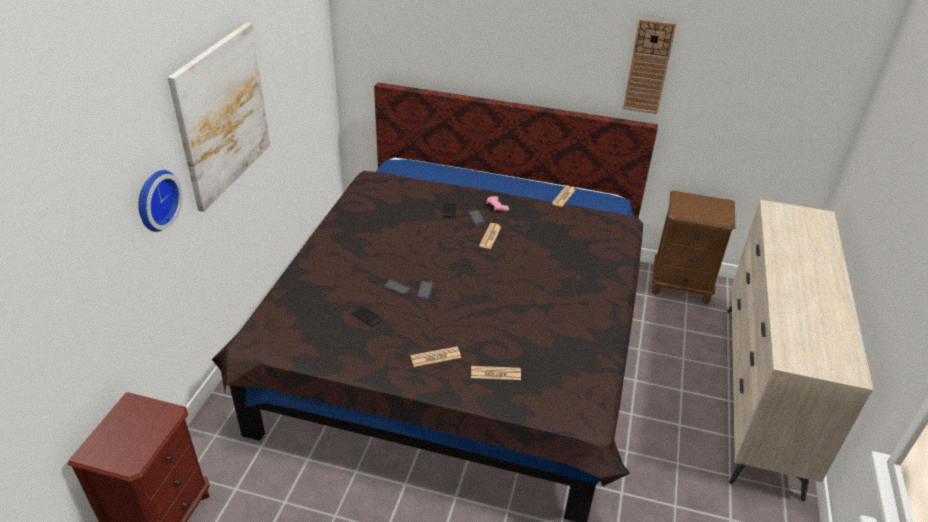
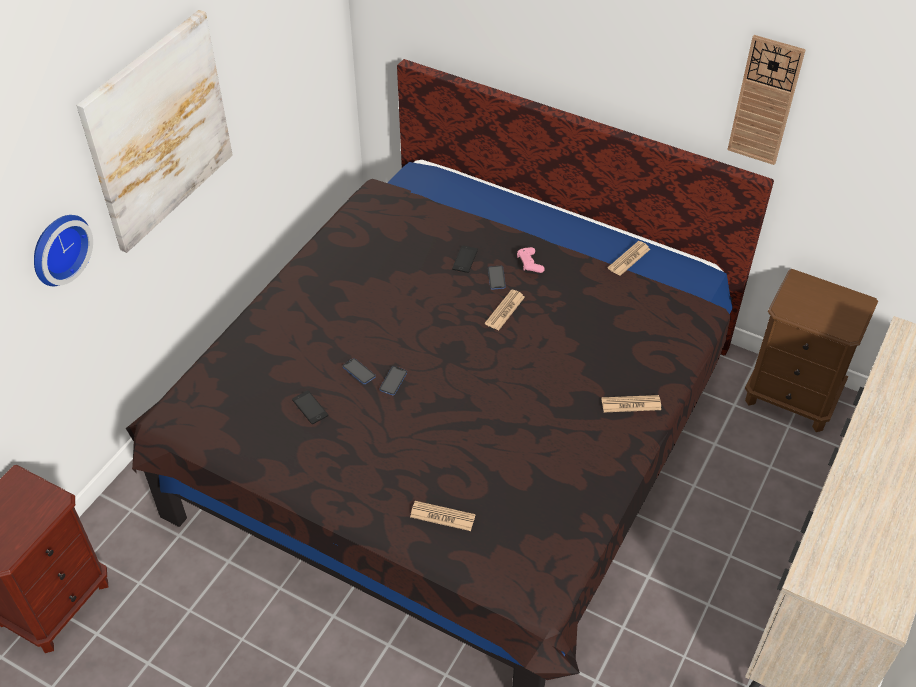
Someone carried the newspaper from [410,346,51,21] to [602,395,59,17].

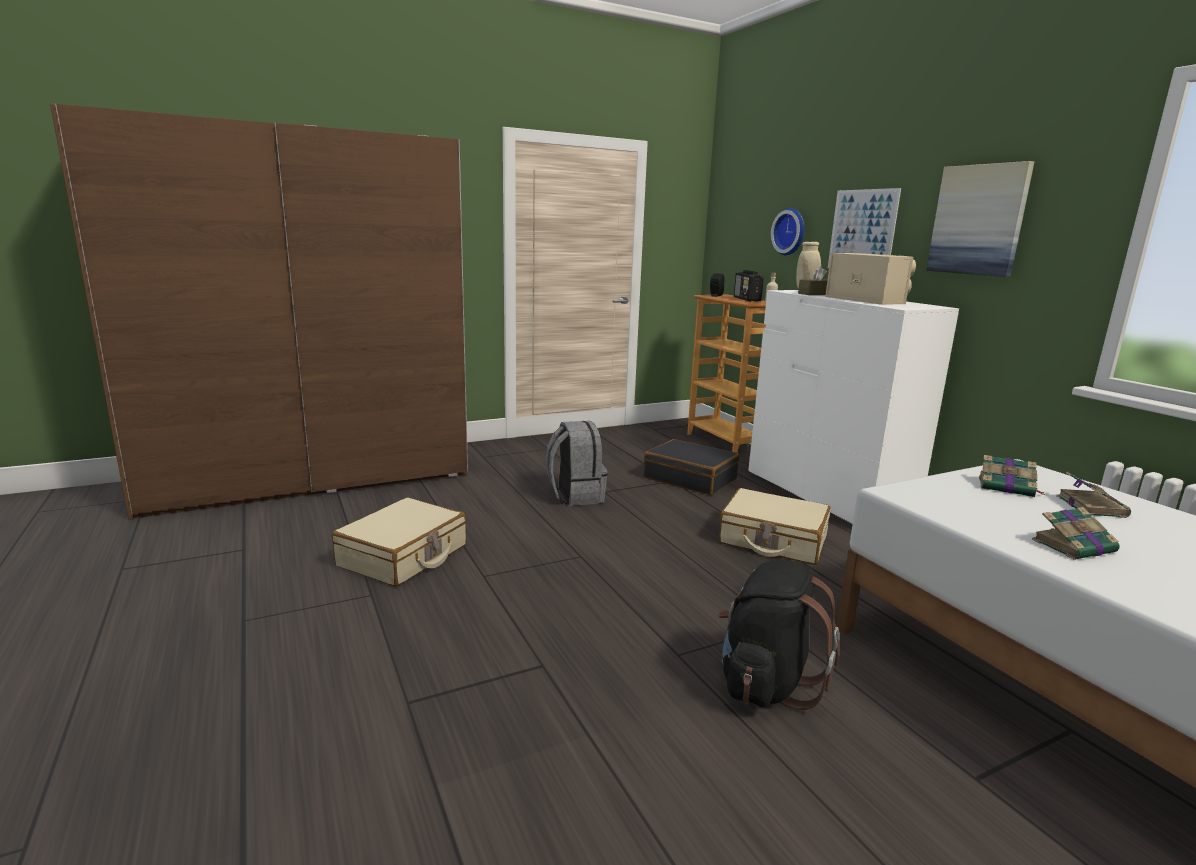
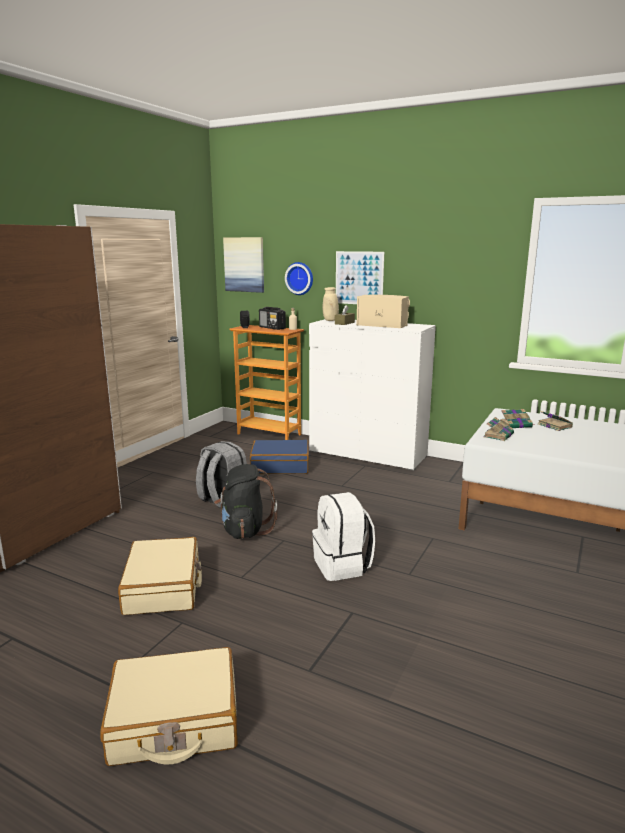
Someone put down the white backpack at [312,492,63,89]. Someone carried the black backpack from [718,560,122,150] to [214,464,63,75]. Someone carried the beige suitcase from [719,488,112,77] to [100,647,138,119]. Someone carried the picture from [926,161,108,116] to [223,237,41,56]. Someone carried the book from [1032,507,88,53] to [483,417,31,24]. Someone repainted the black suitcase at [643,439,97,56], which became the blue suitcase at [250,440,59,34].

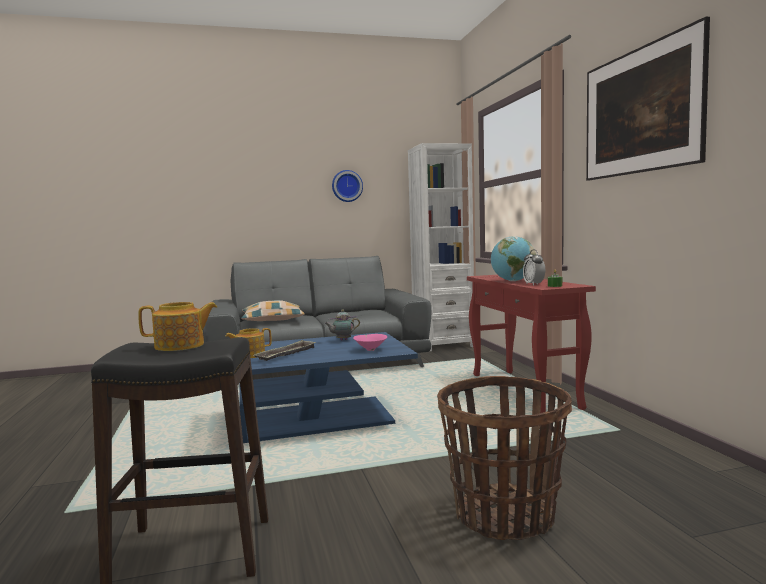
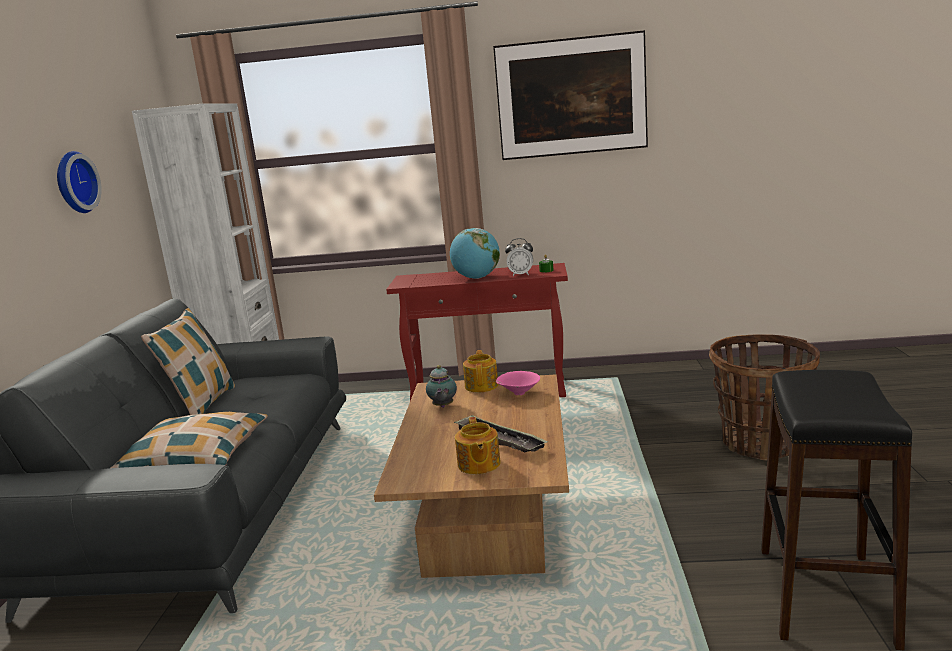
Someone put down the pillow at [141,308,94,107]. Someone carried the teapot from [138,302,79,49] to [463,350,35,43]. Someone repainted the blue coffee table at [240,332,178,111], which became the brown coffee table at [374,374,195,204].

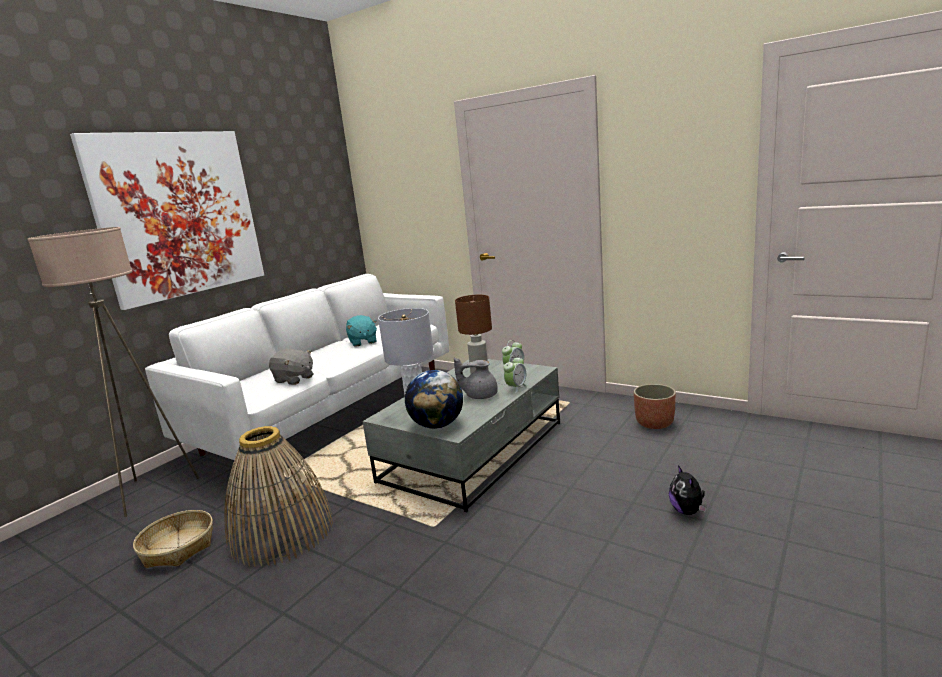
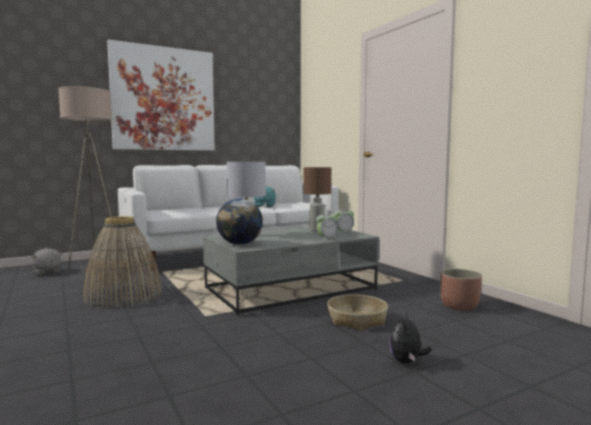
Someone took away the grey teapot at [454,358,44,41]. Someone carried the basket from [133,510,80,58] to [327,294,61,36]. Someone carried the grey plush toy from [269,349,44,36] to [31,248,32,27].

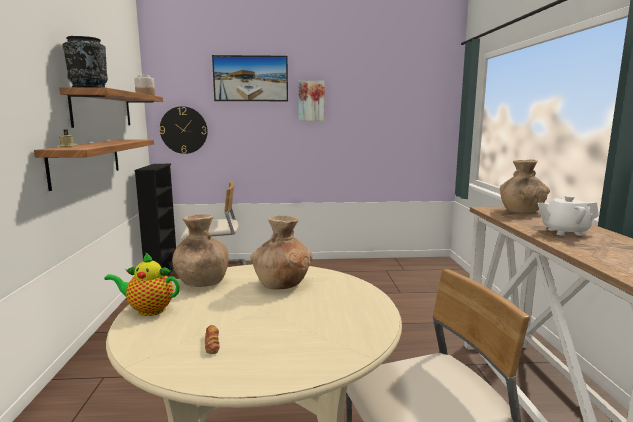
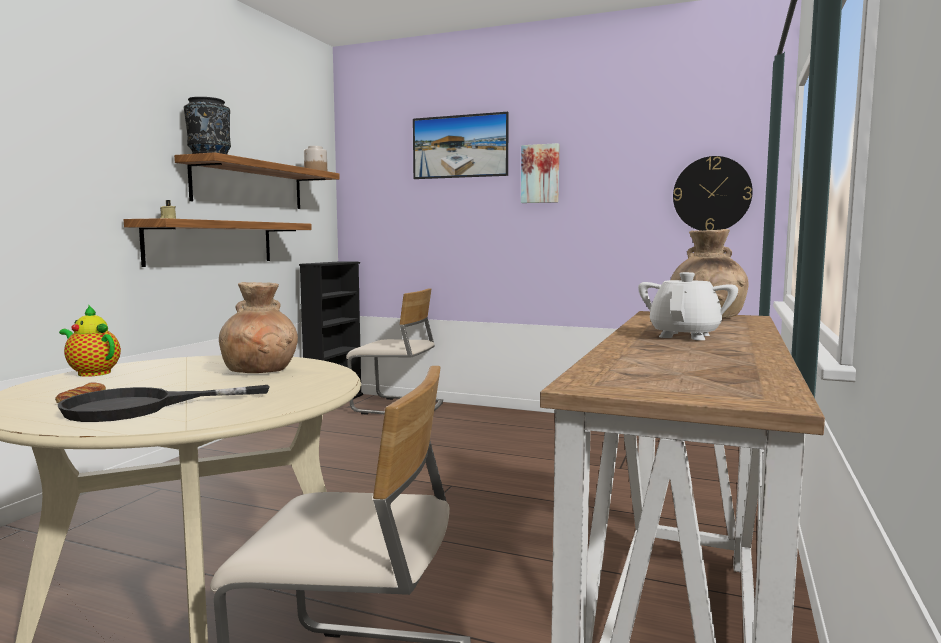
Someone took away the brown vase at [172,214,57,73]. Someone put down the black frying pan at [58,385,212,37]. Someone carried the wall clock from [160,106,48,48] to [673,156,80,75]. Someone rotated the white teapot at [537,195,62,41] by 90 degrees clockwise.

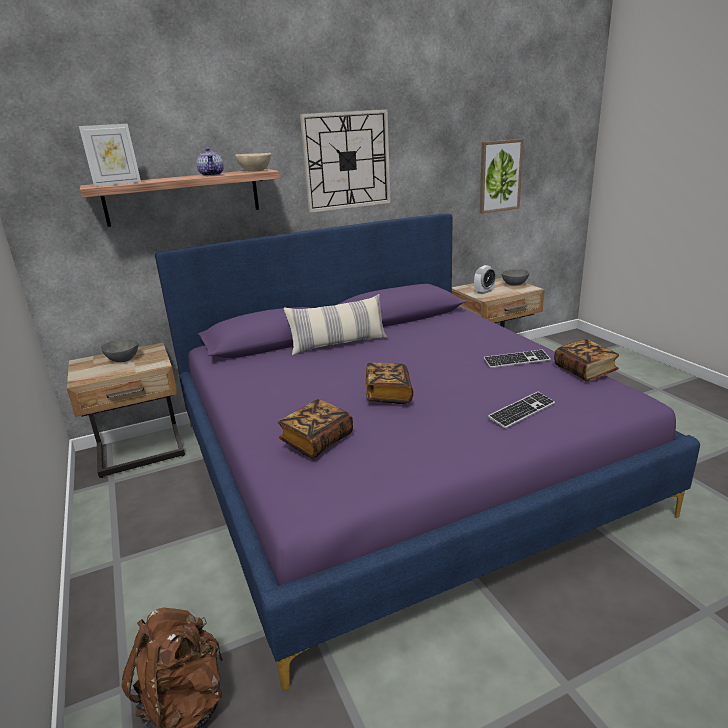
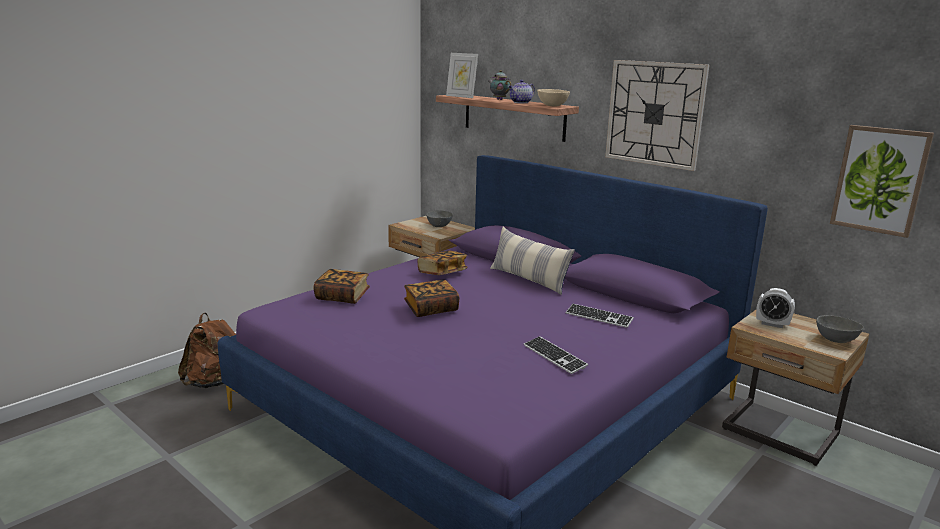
Someone put down the teapot at [488,70,24,30]. Someone carried the keyboard from [488,392,67,37] to [566,304,68,24]. Someone carried the book from [554,339,65,43] to [417,250,51,25].

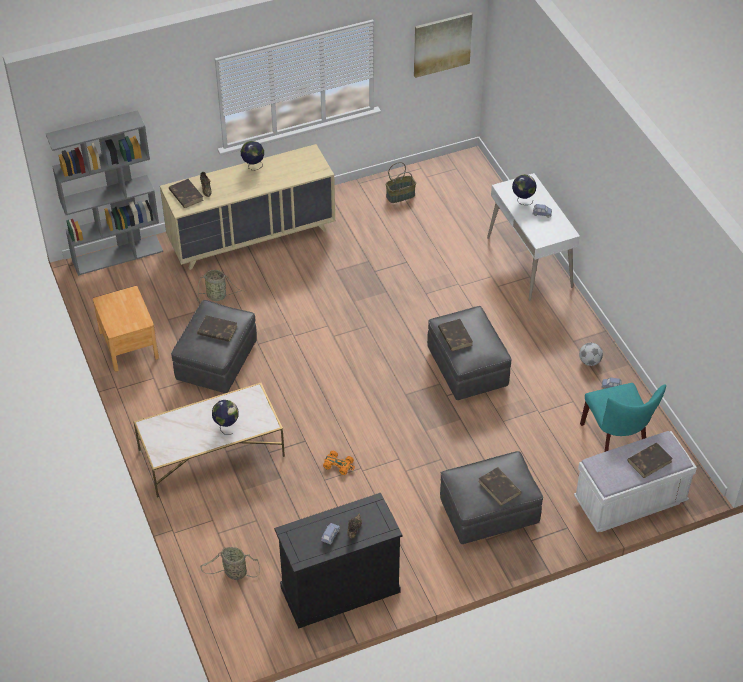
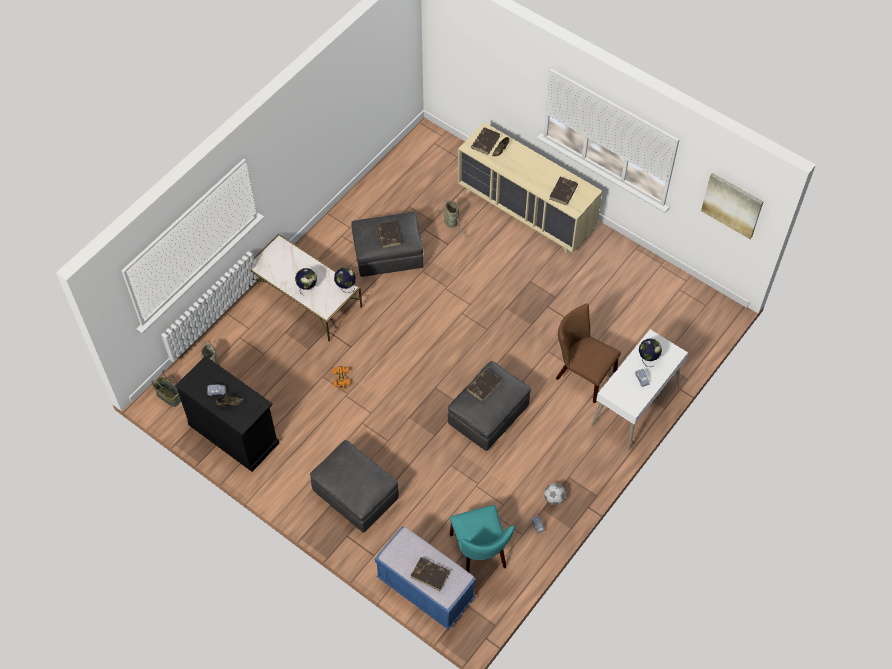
Someone took away the grey bookcase at [46,110,117,166]. Someone took away the brown nightstand at [93,286,66,85]. Someone put down the brown chair at [556,303,65,100]. Someone carried the globe from [241,141,23,29] to [334,267,22,26]. Someone carried the basket from [386,162,30,41] to [152,370,29,37]. Someone carried the brown book from [479,467,43,39] to [550,177,28,28]. Someone repainted the white bench at [574,431,123,101], which became the blue bench at [375,526,101,104]. Someone rotated the turquoise chair at [580,383,86,69] by 60 degrees counterclockwise.

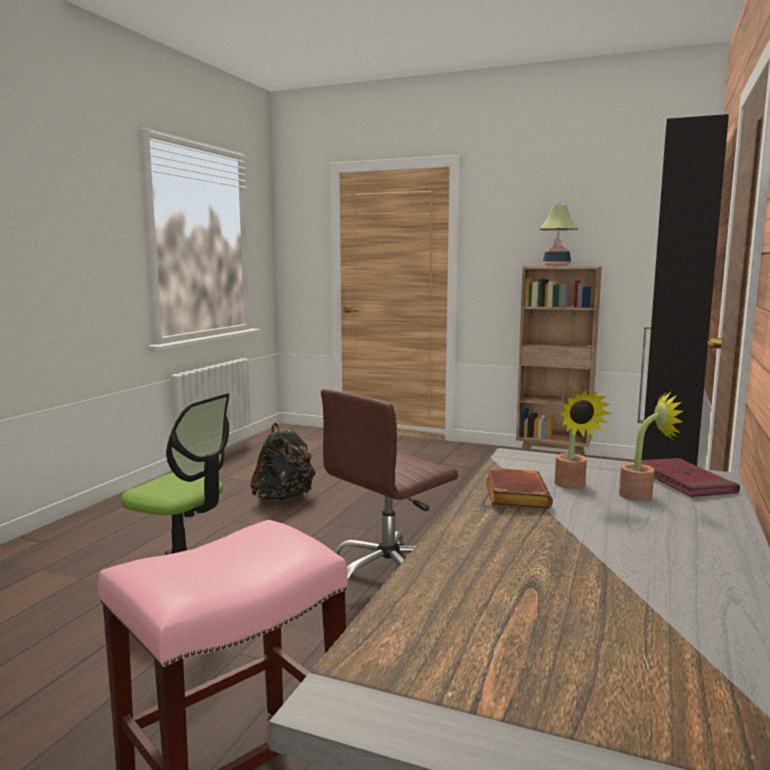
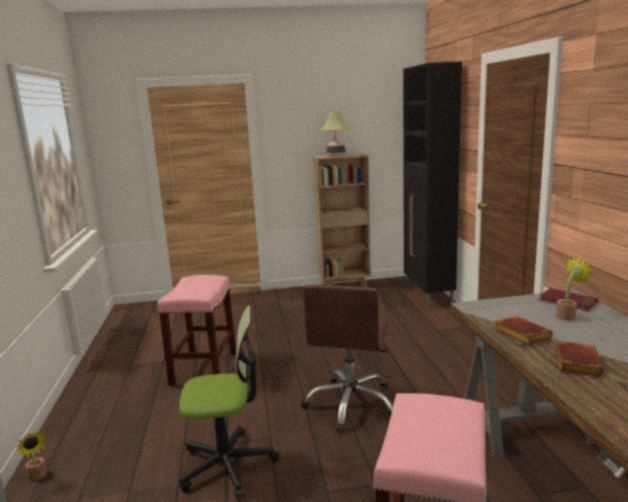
Someone put down the brown book at [555,340,49,37]. Someone carried the potted plant from [554,390,58,99] to [16,432,32,49]. Someone swapped the black backpack at [250,423,66,78] for the pink stool at [157,275,79,112].

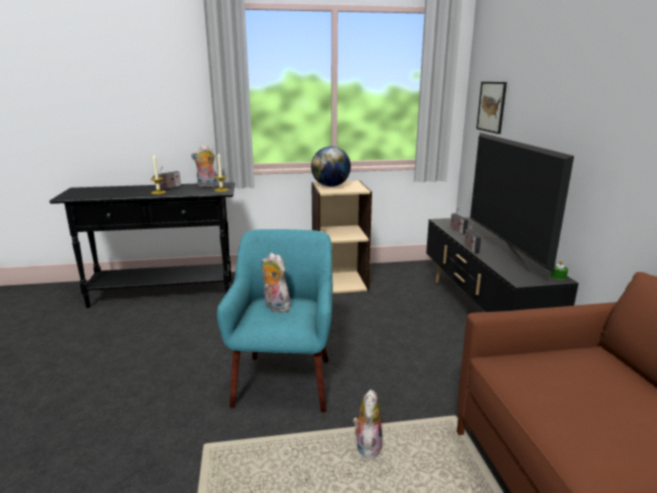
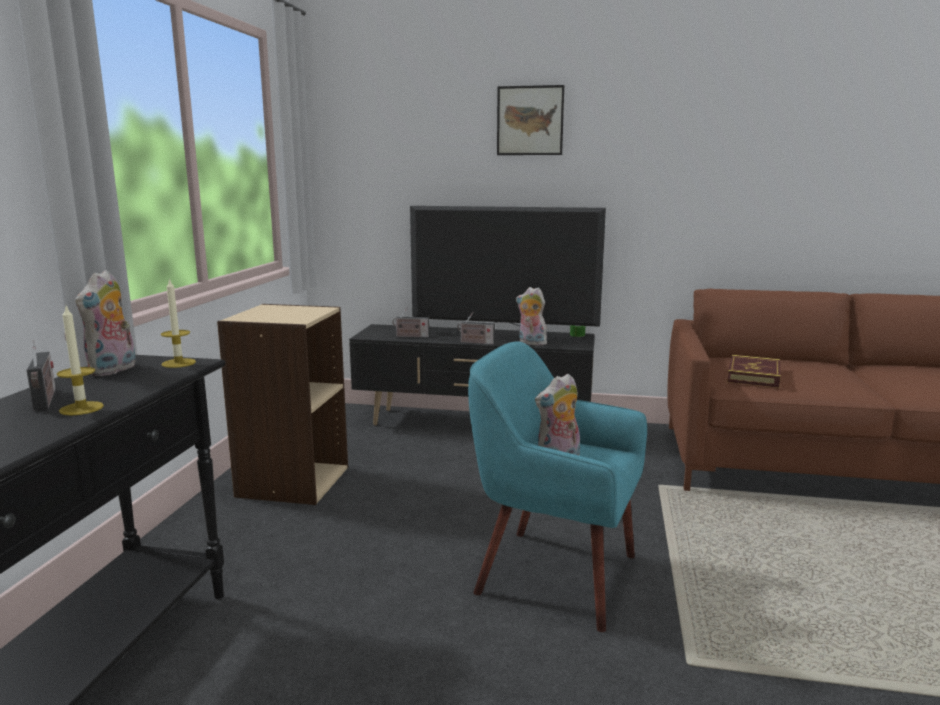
Someone took away the globe at [311,146,40,41]. Someone put down the book at [727,355,54,33]. Someone carried the plush toy from [353,389,30,70] to [516,287,31,59]. Someone carried the picture from [476,82,31,52] to [497,85,67,70].

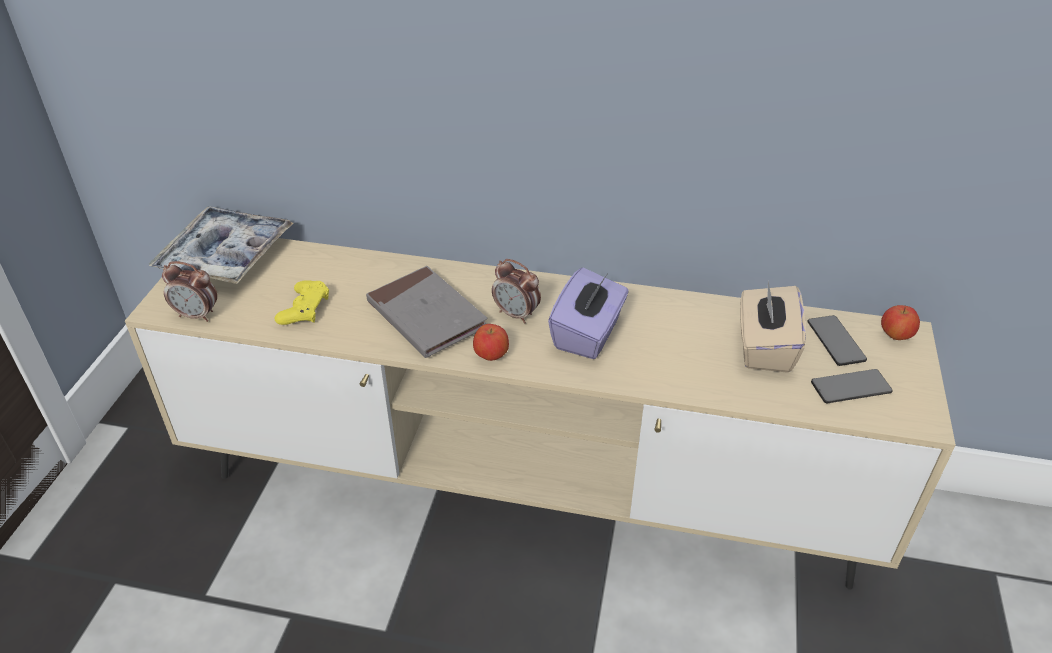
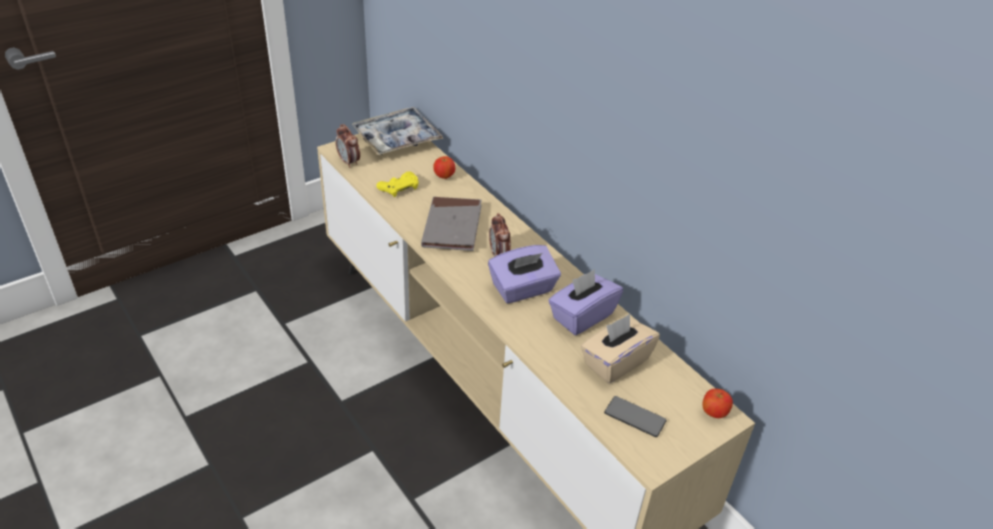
Someone took away the phone at [808,315,59,51]. Someone put down the purple tissue box at [548,269,75,66]. Someone carried the apple from [473,324,36,37] to [433,156,22,23].

